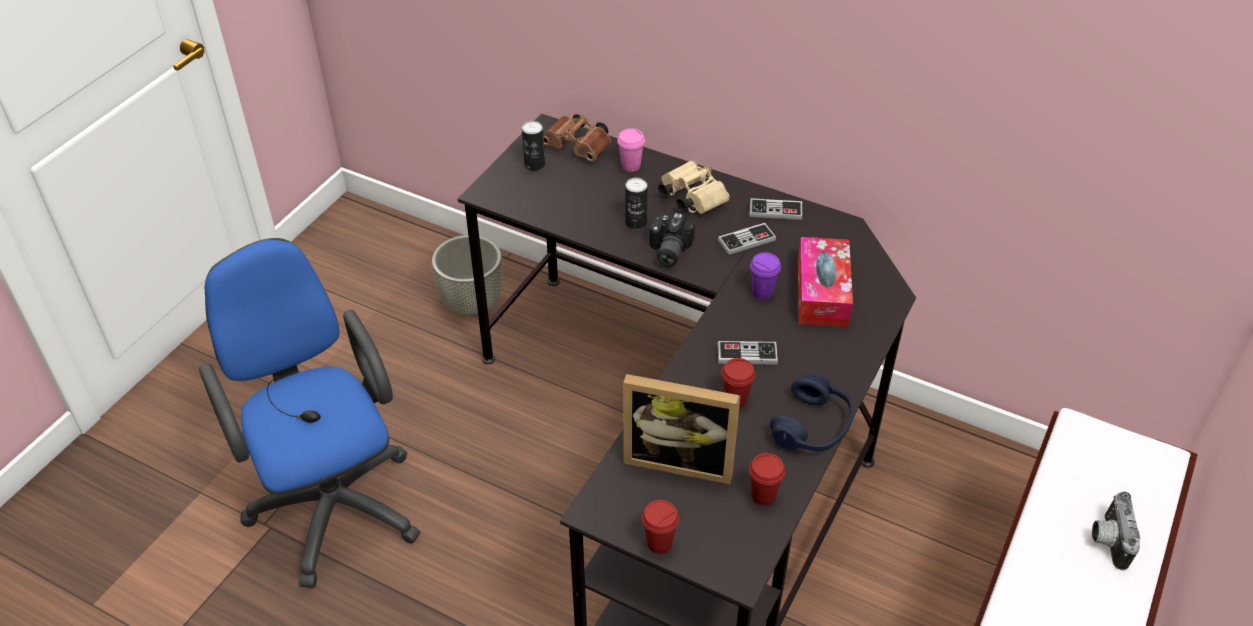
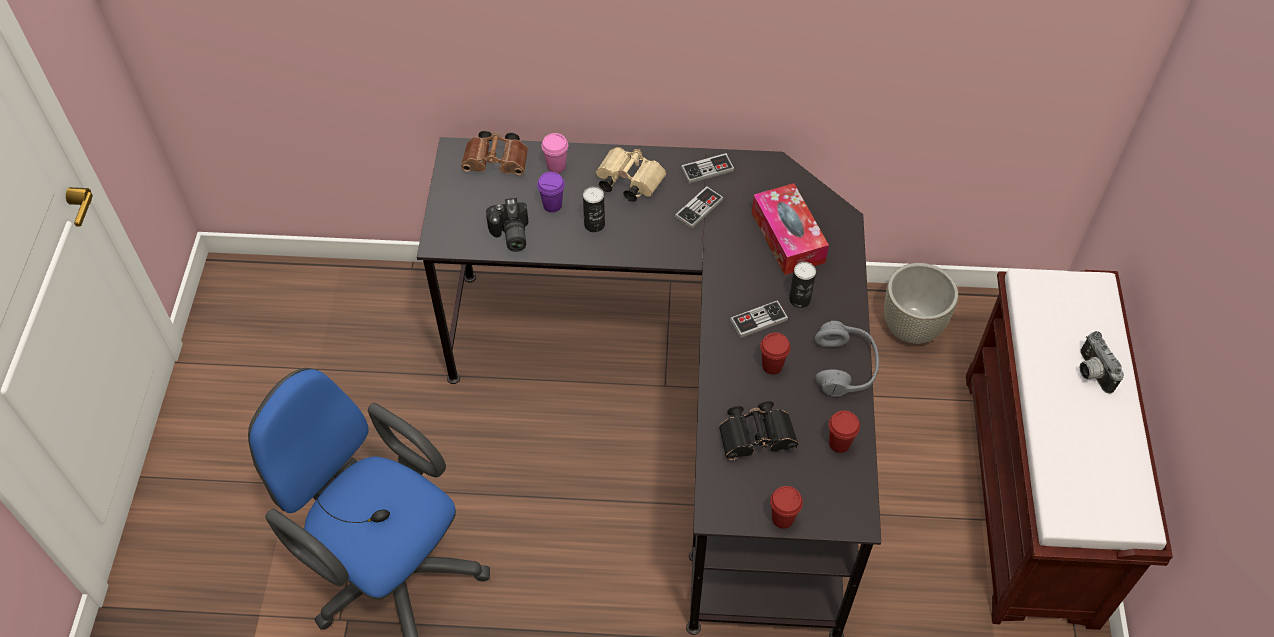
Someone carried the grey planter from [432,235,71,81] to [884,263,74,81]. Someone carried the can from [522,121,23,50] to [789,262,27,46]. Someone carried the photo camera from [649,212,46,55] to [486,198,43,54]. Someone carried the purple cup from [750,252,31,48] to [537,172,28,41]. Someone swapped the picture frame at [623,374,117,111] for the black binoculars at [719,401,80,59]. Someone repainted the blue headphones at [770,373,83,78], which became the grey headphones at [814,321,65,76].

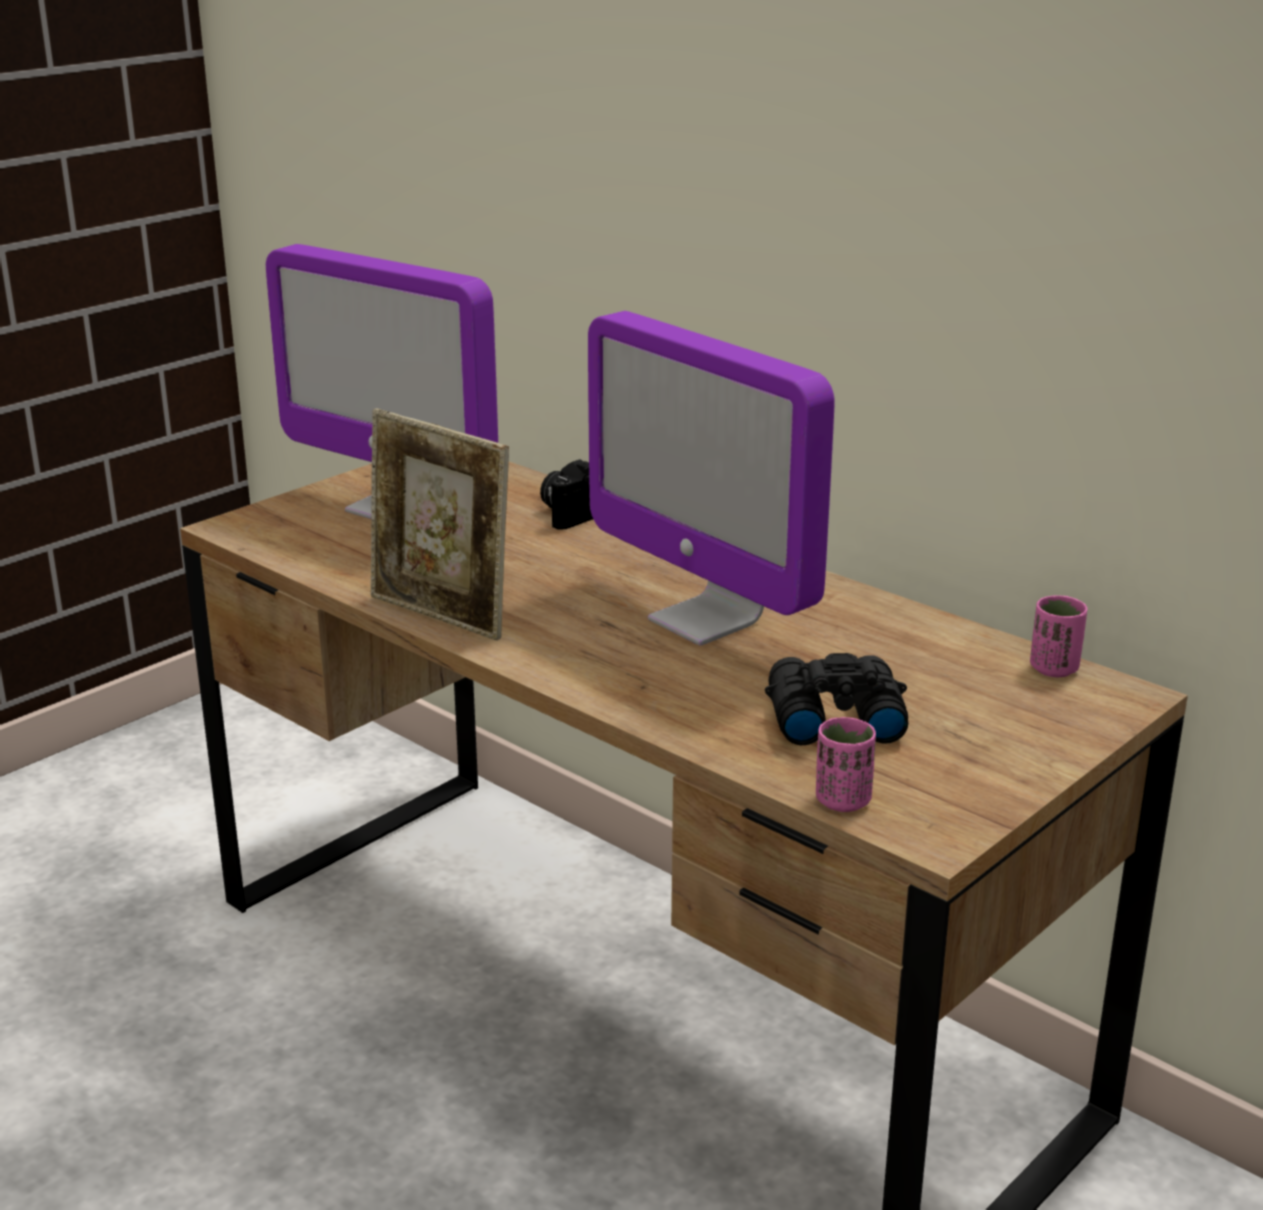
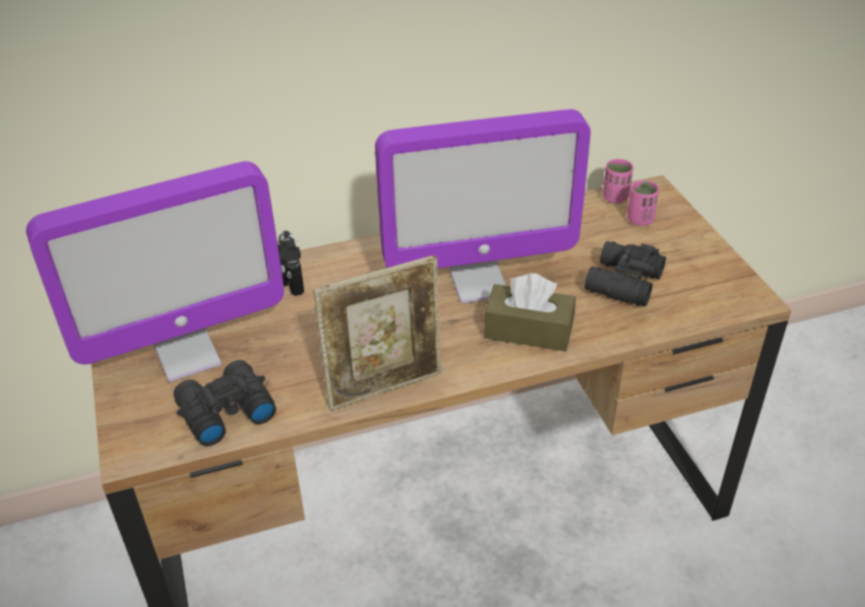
Someone put down the black binoculars at [174,360,102,86]. Someone put down the brown tissue box at [484,273,92,79]. Someone carried the pink cup from [816,717,60,95] to [627,180,32,46].

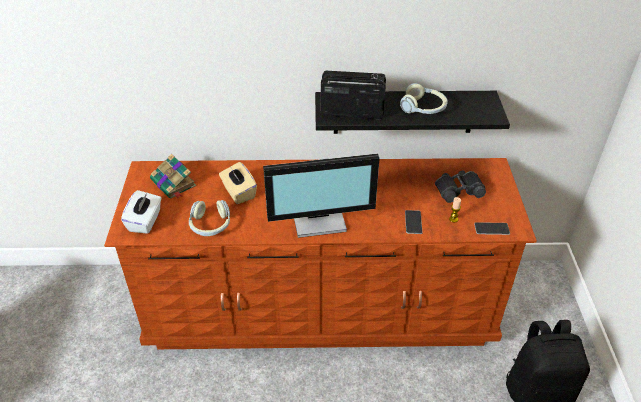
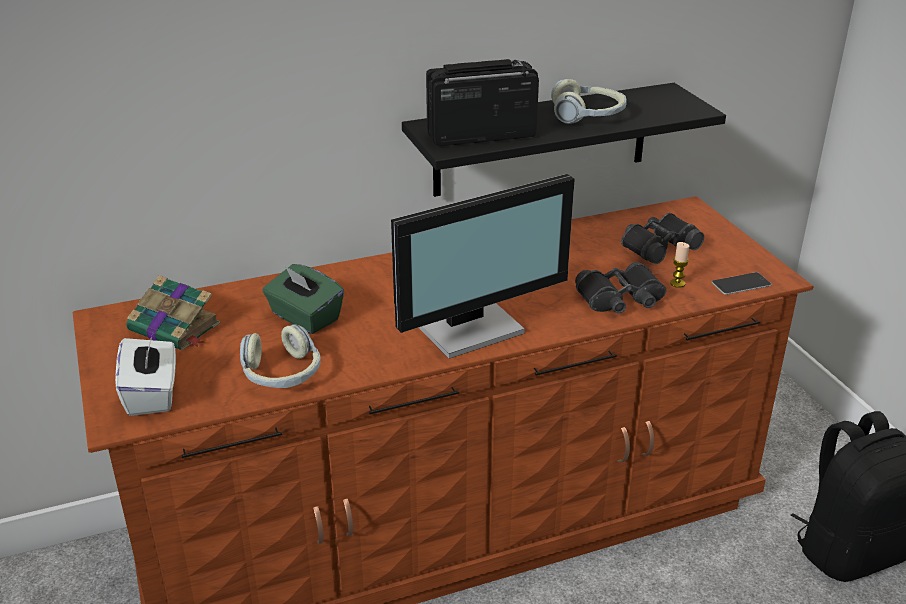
Someone swapped the phone at [405,210,18,24] for the black binoculars at [575,262,91,52]. Someone repainted the beige tissue box at [219,162,38,42], which became the green tissue box at [262,264,82,70].

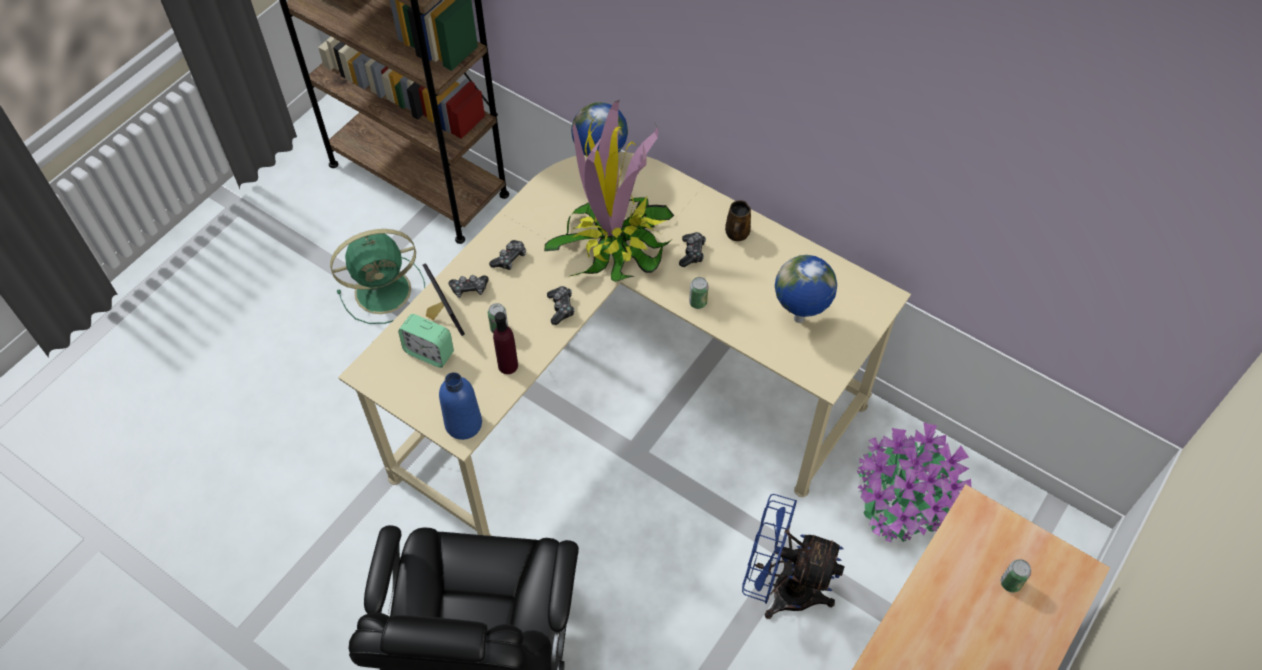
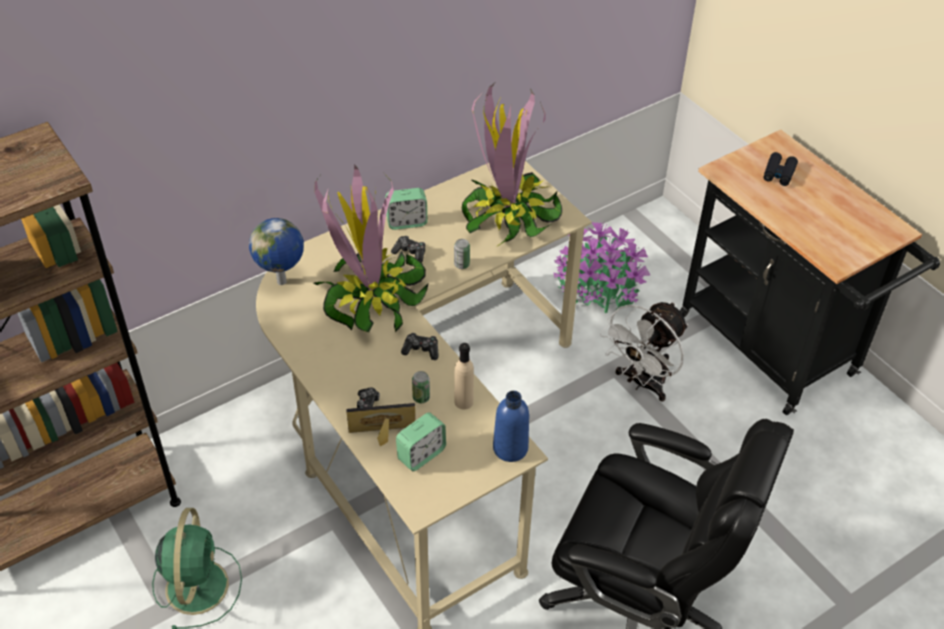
Someone took away the game controller at [489,240,37,30]. Someone swapped the brown mug at [725,200,26,41] for the alarm clock at [385,188,43,42]. Someone swapped the globe at [775,255,62,68] for the potted plant at [462,83,100,163]. Someone swapped the can at [1001,559,30,33] for the black binoculars at [763,152,35,34]. Someone repainted the purple bottle at [493,312,25,62], which became the beige bottle at [454,343,20,66]. Someone repainted the blue fan at [742,494,103,125], which became the white fan at [600,302,88,100].

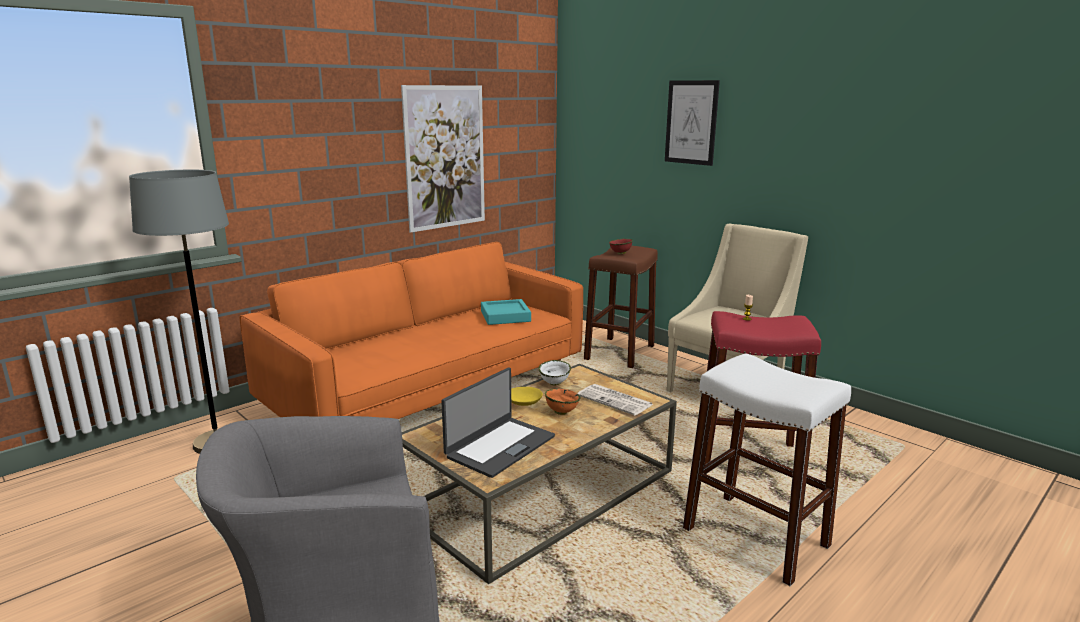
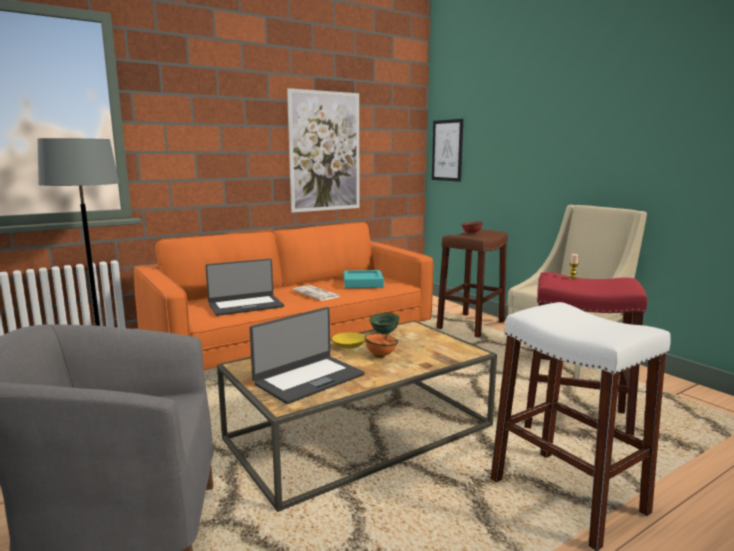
Someone put down the laptop at [206,259,78,57]. Someone carried the newspaper from [577,384,77,32] to [293,285,48,16]. Someone carried the picture from [665,80,55,86] to [432,119,31,63]. Someone repainted the white bowl at [538,360,33,25], which became the green bowl at [369,312,31,23].

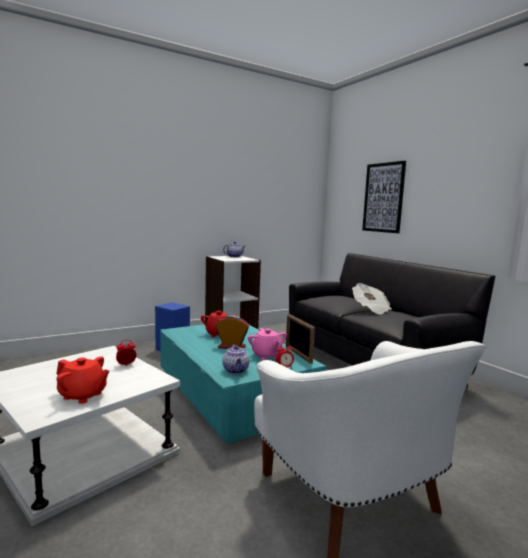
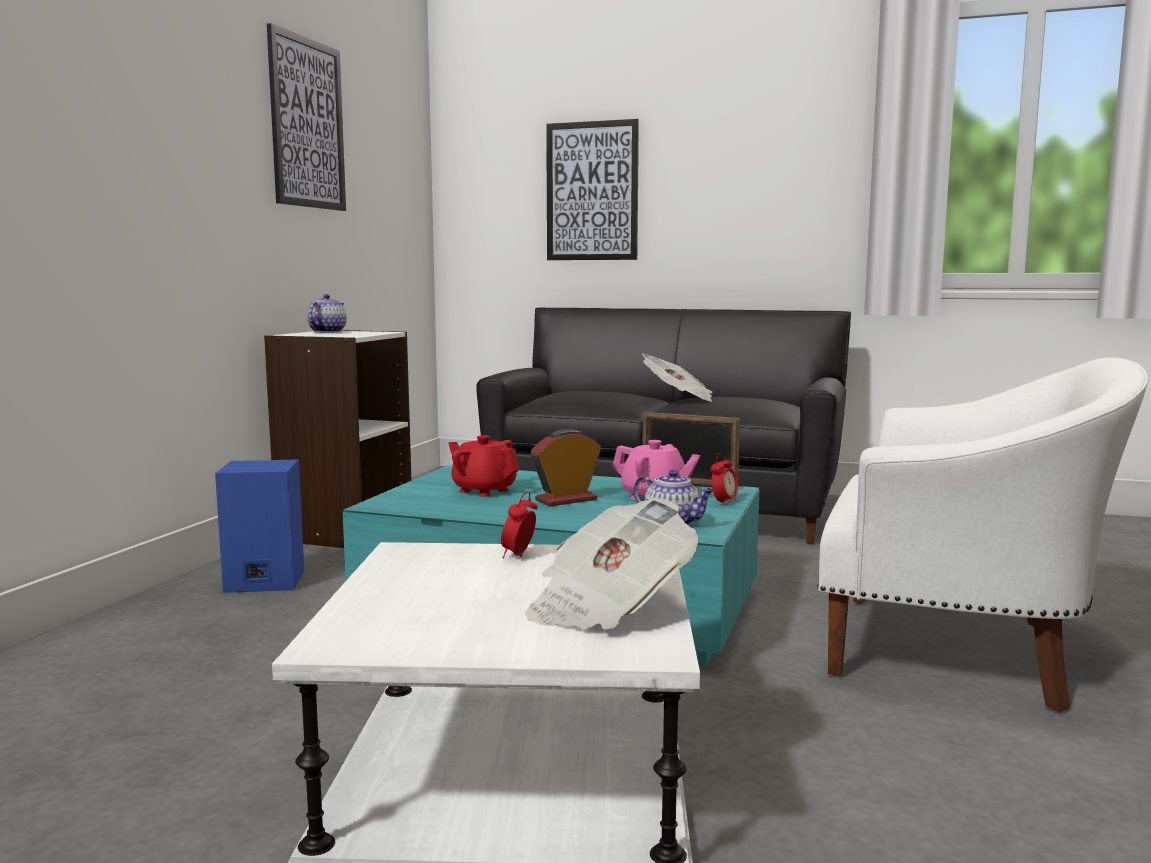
Someone put up the picture at [267,23,79,188]. Someone swapped the red teapot at [56,356,53,48] for the newspaper at [525,499,173,131].

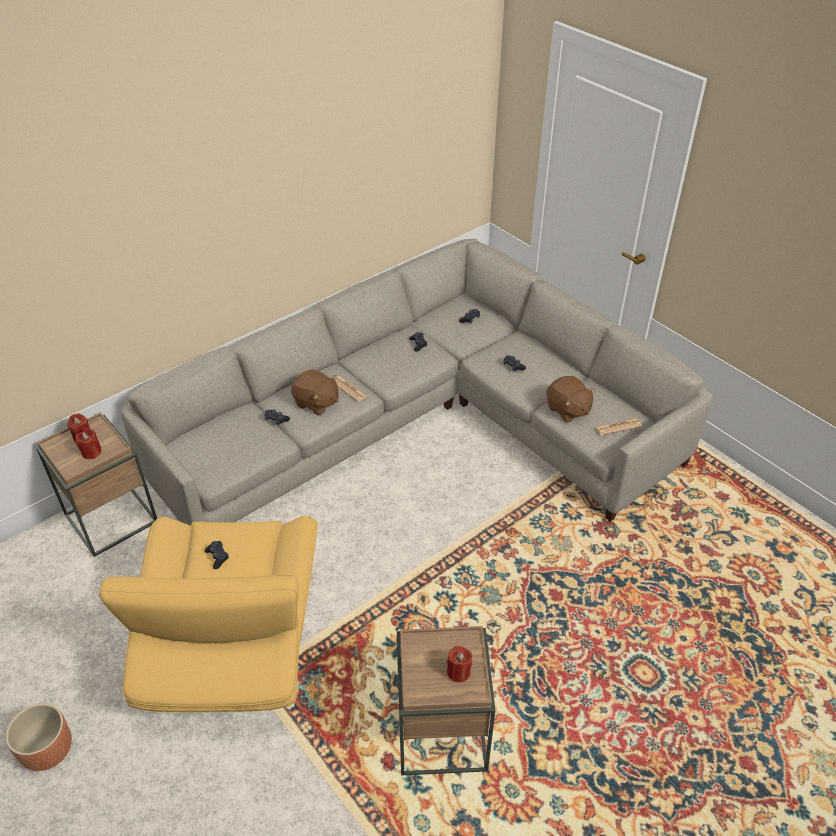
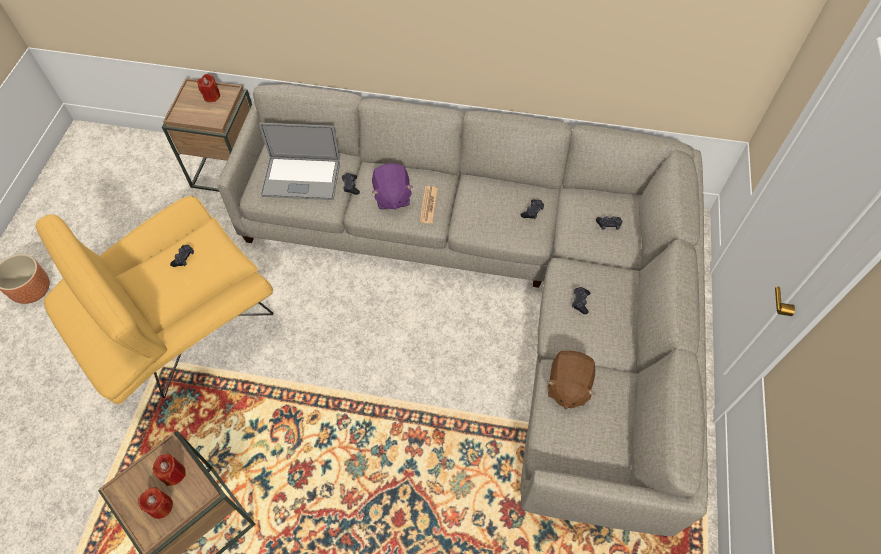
Someone took away the newspaper at [596,418,46,17]. Someone put down the laptop at [259,123,81,77]. Someone carried the red candle from [75,428,26,31] to [153,454,33,32]. Someone repainted the brown plush toy at [291,369,48,46], which became the purple plush toy at [372,163,41,47].

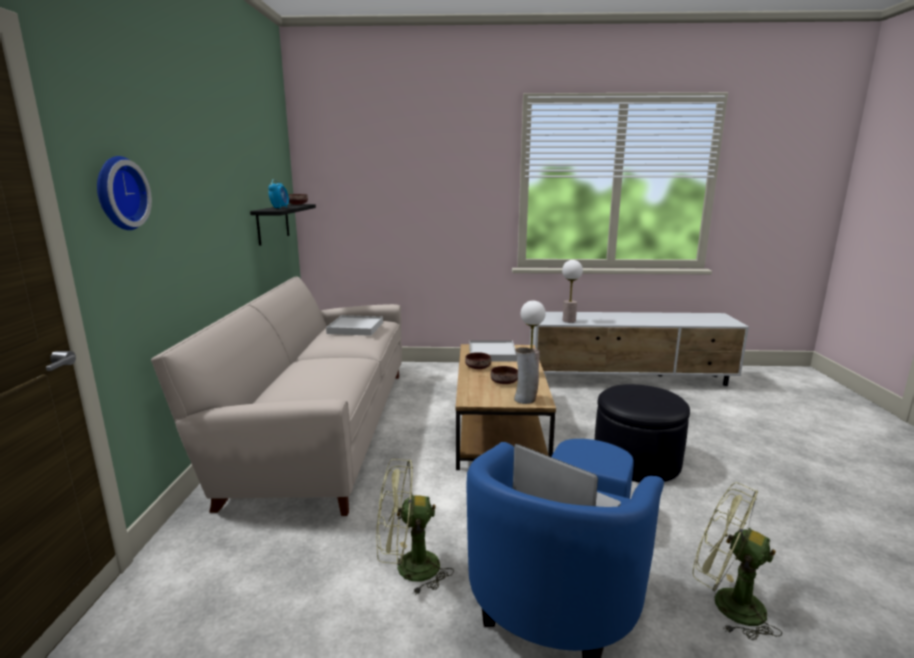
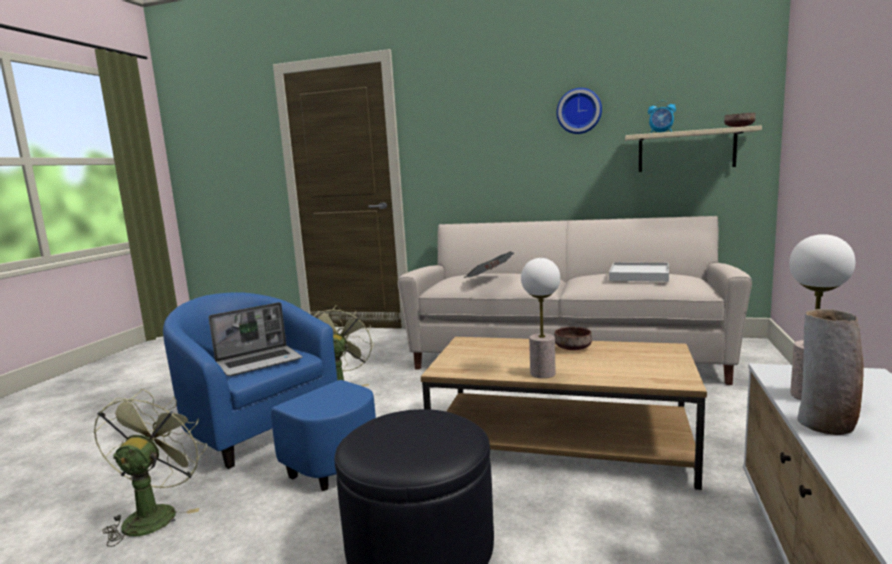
Someone took away the white tray at [469,340,48,22]. Someone took away the brown bowl at [491,366,27,18]. Someone put down the newspaper at [464,251,50,27]. Someone carried the wall clock from [97,156,55,74] to [556,88,46,46]. Someone carried the vase from [514,347,25,57] to [797,309,66,126]. Someone repainted the black shelf at [250,204,66,42], which became the beige shelf at [625,125,137,47]. Someone rotated the green fan at [692,482,90,158] by 45 degrees counterclockwise.

